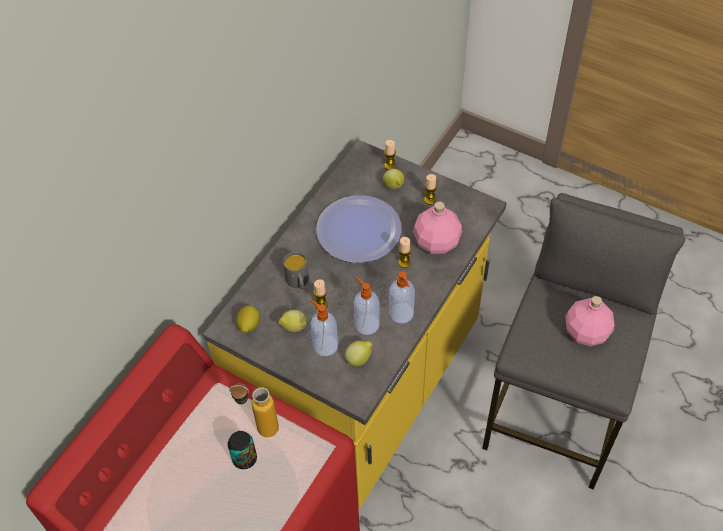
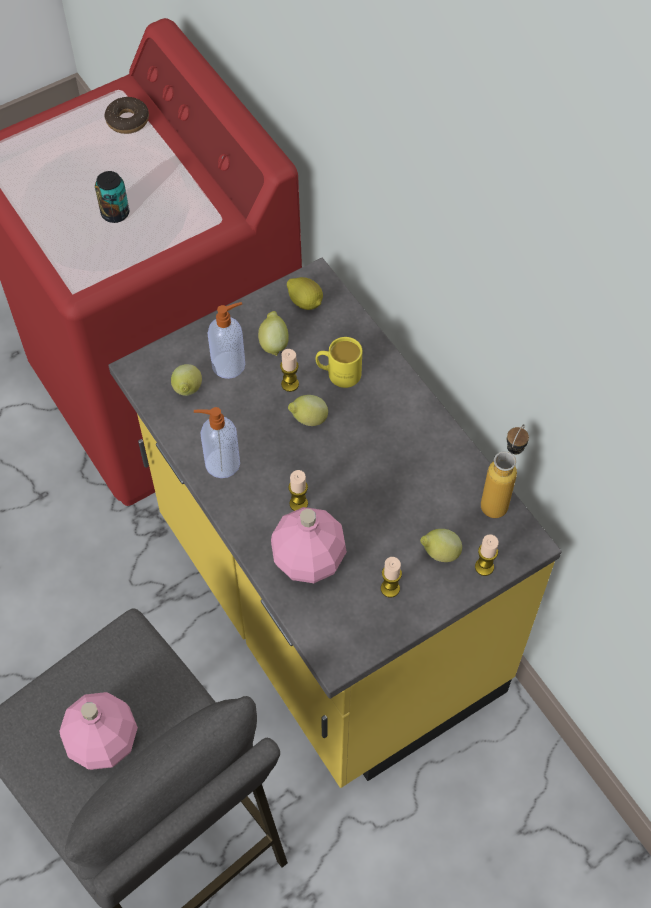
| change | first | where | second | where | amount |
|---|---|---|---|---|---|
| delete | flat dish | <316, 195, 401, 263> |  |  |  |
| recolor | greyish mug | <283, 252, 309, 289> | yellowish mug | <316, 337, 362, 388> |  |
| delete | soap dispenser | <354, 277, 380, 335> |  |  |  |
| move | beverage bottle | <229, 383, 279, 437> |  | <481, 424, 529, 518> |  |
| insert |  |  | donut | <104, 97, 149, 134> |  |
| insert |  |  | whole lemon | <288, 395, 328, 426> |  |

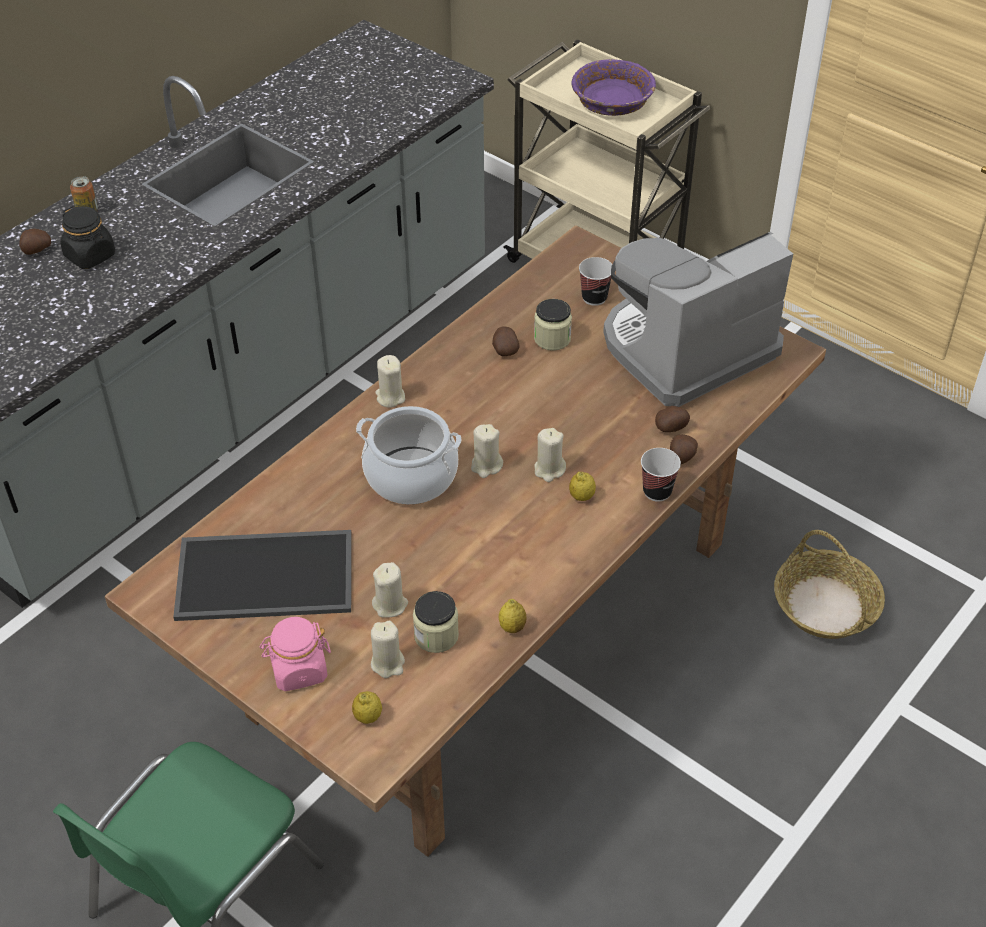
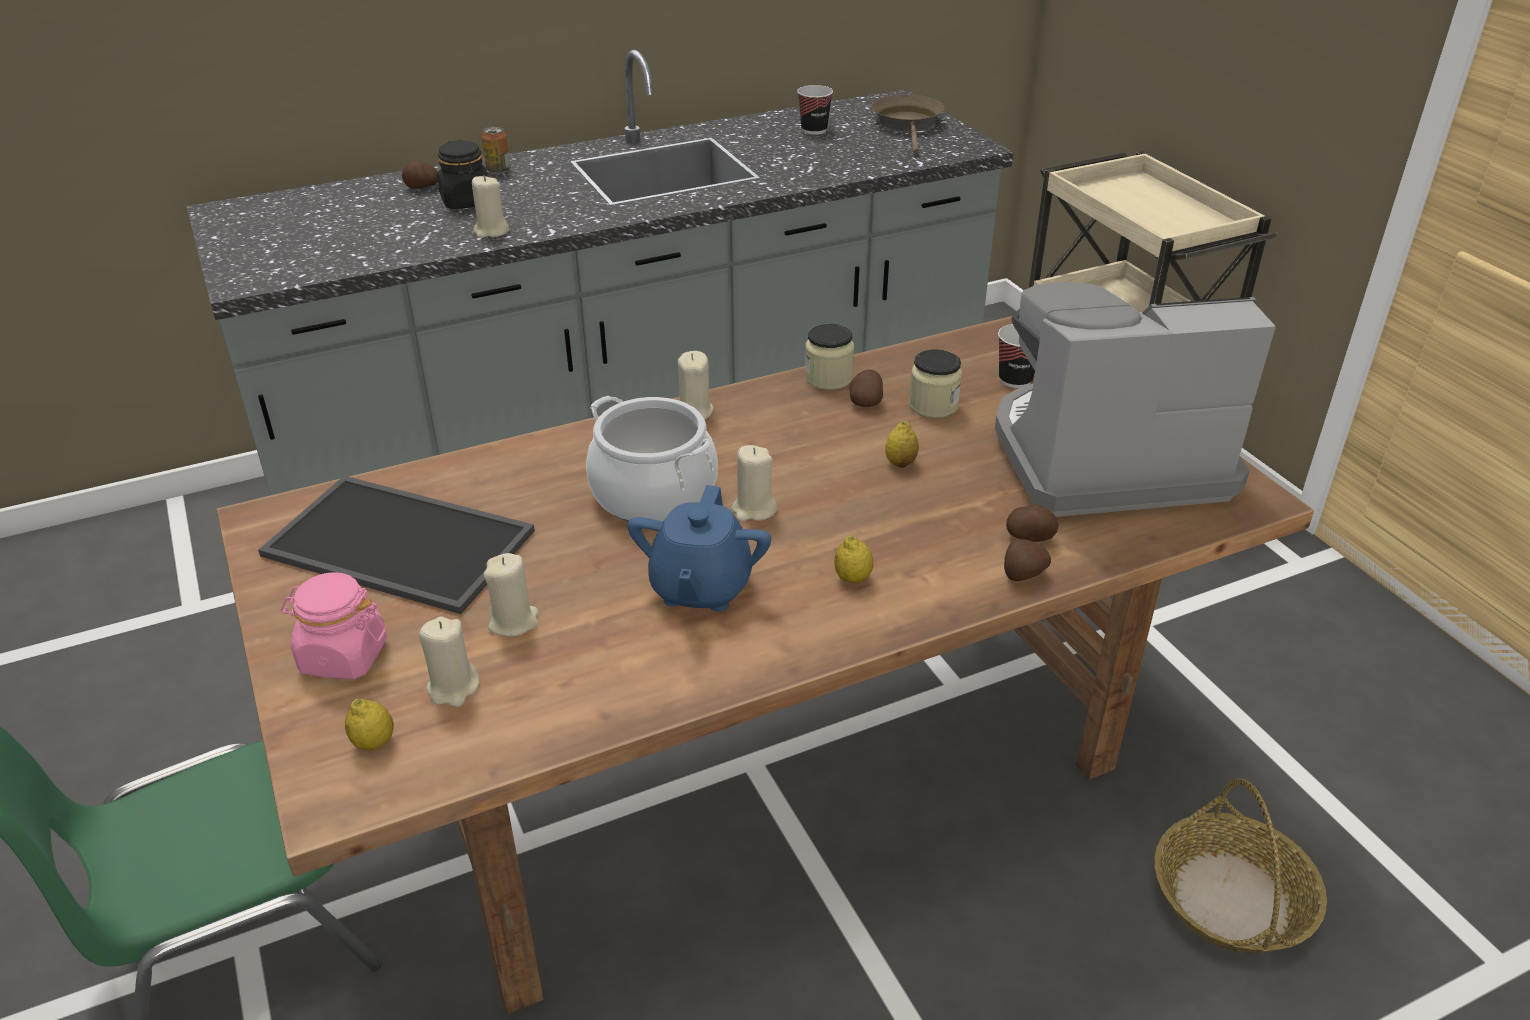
| change | first | where | second | where | amount |
|---|---|---|---|---|---|
| delete | purple bowl | <571, 59, 656, 116> |  |  |  |
| move | beige wax light | <535, 428, 566, 482> |  | <472, 175, 509, 238> |  |
| move | small cup | <641, 448, 681, 502> |  | <797, 85, 833, 134> |  |
| move | preserve jar | <413, 591, 459, 653> |  | <805, 324, 854, 390> |  |
| move | whole lemon | <499, 599, 527, 633> |  | <885, 421, 919, 468> |  |
| insert |  |  | brown pan | <871, 94, 944, 154> |  |
| insert |  |  | bluish tea pot | <627, 485, 771, 612> |  |

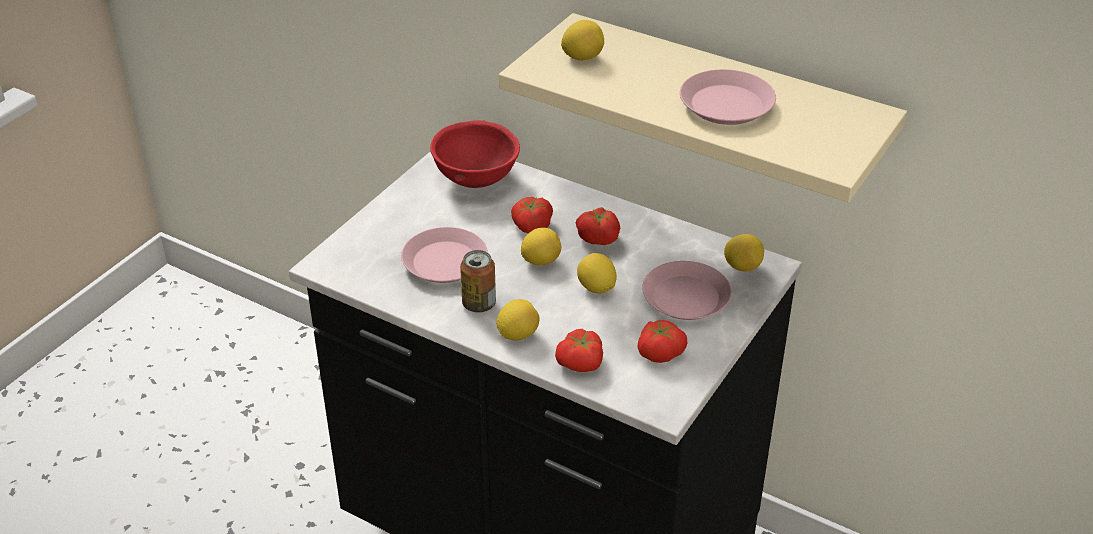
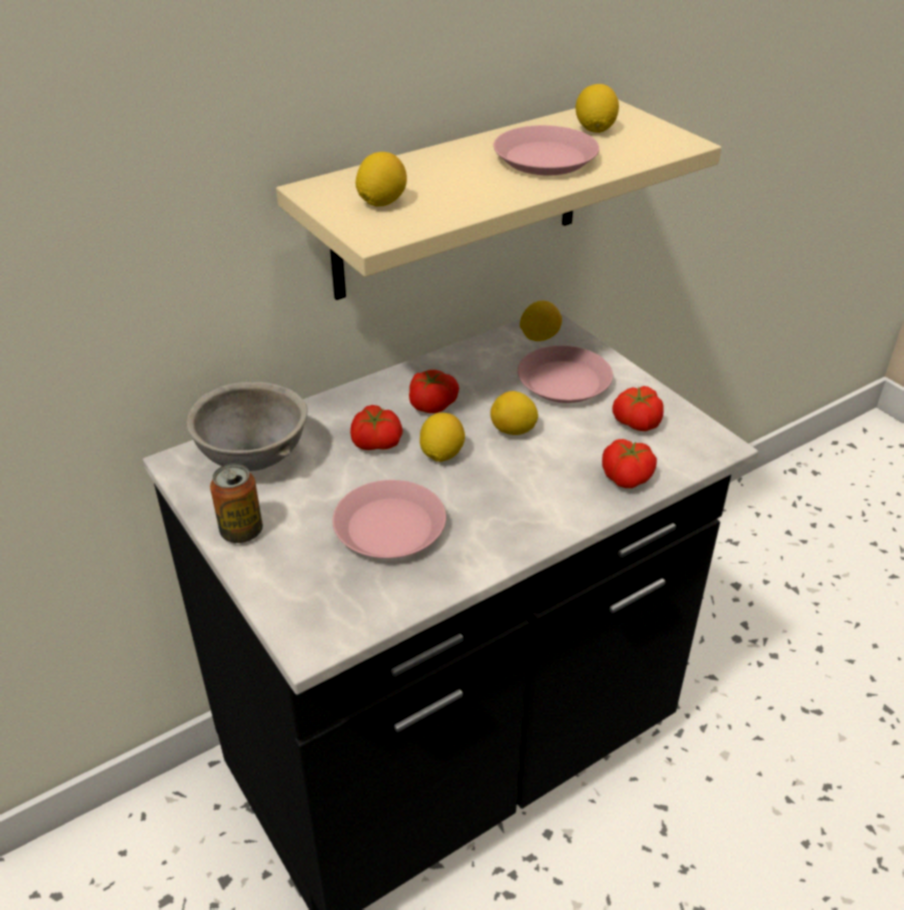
| change | first | where | second | where | amount |
|---|---|---|---|---|---|
| recolor | red bowl | <430, 120, 520, 188> | greyish bowl | <186, 382, 308, 471> |  |
| move | sealed can | <460, 250, 496, 313> |  | <210, 464, 263, 543> |  |
| move | whole lemon | <496, 299, 540, 341> |  | <576, 84, 619, 133> |  |

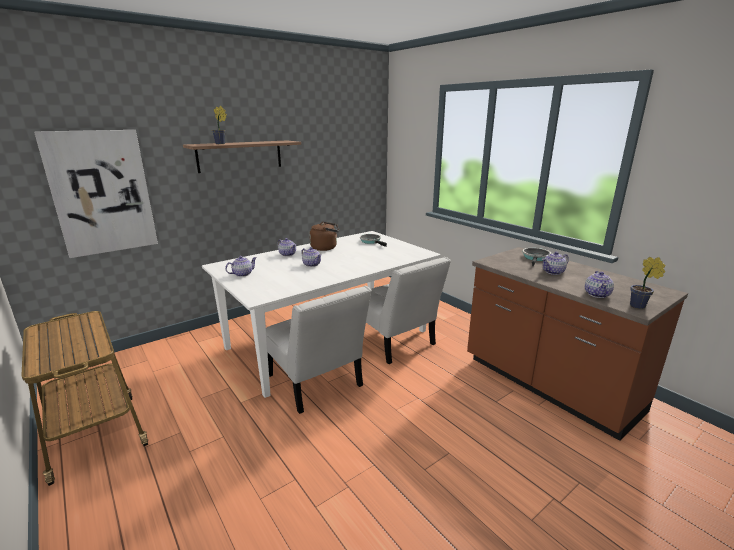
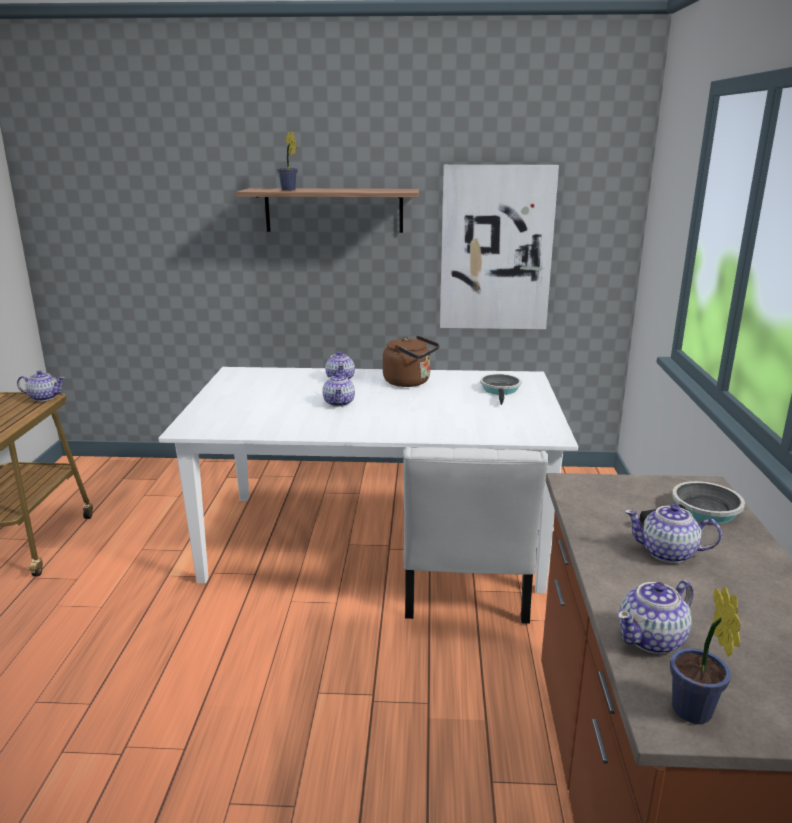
| change | first | where | second | where | amount |
|---|---|---|---|---|---|
| move | picture | <34, 130, 158, 258> |  | <440, 165, 559, 329> |  |
| move | tea pot | <225, 256, 257, 277> |  | <17, 370, 65, 401> |  |
| delete | white chair | <266, 286, 372, 414> |  |  |  |

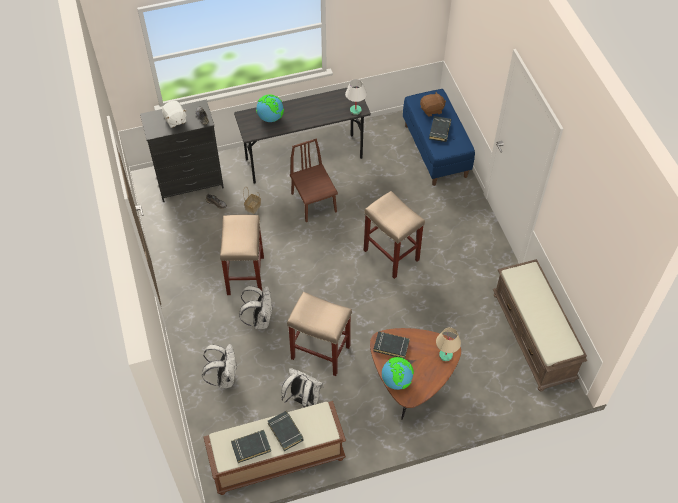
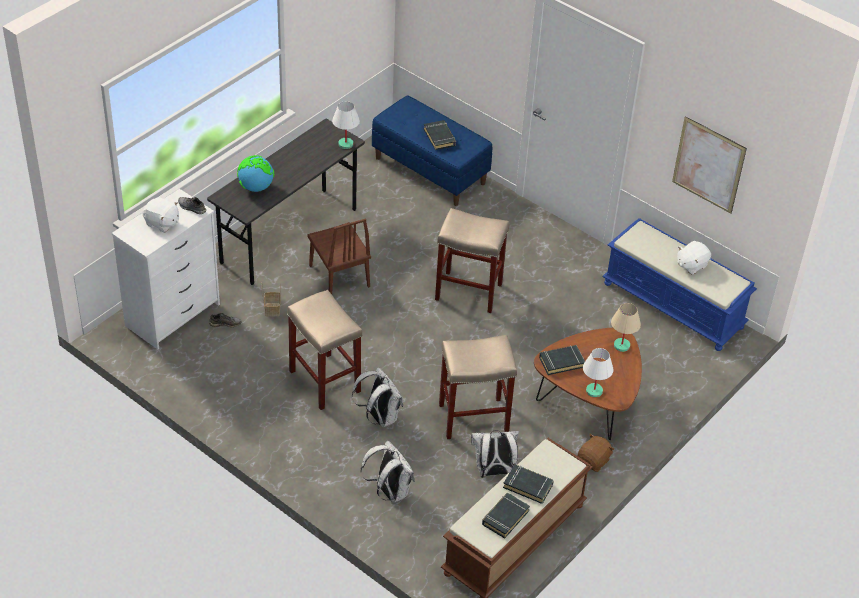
| change | first | where | second | where | amount |
|---|---|---|---|---|---|
| move | brown plush toy | <420, 92, 446, 117> |  | <578, 434, 615, 472> |  |
| recolor | black-coloured dresser | <140, 100, 224, 202> | white dresser | <112, 189, 220, 349> |  |
| rotate | brown chair | <290, 138, 338, 222> |  | <307, 219, 371, 294> | 150 degrees counterclockwise |
| recolor | brown bench | <493, 259, 587, 392> | bluish bench | <602, 218, 757, 351> |  |
| replace | desk globe | <382, 357, 414, 390> | white tabletop lamp | <583, 348, 613, 397> |  |
| insert |  |  | picture | <672, 116, 747, 214> |  |
| insert |  |  | white plush toy | <677, 241, 711, 275> |  |

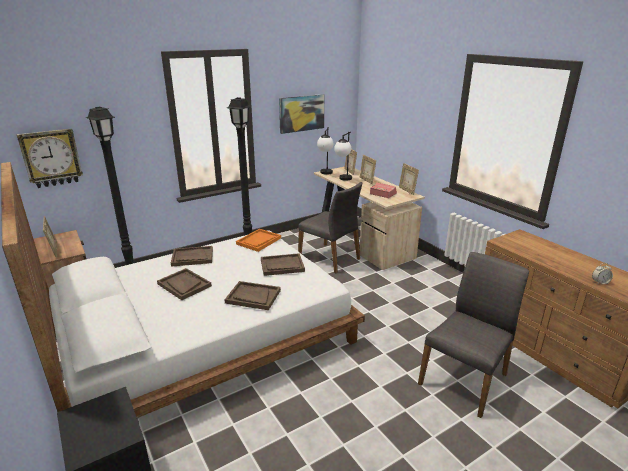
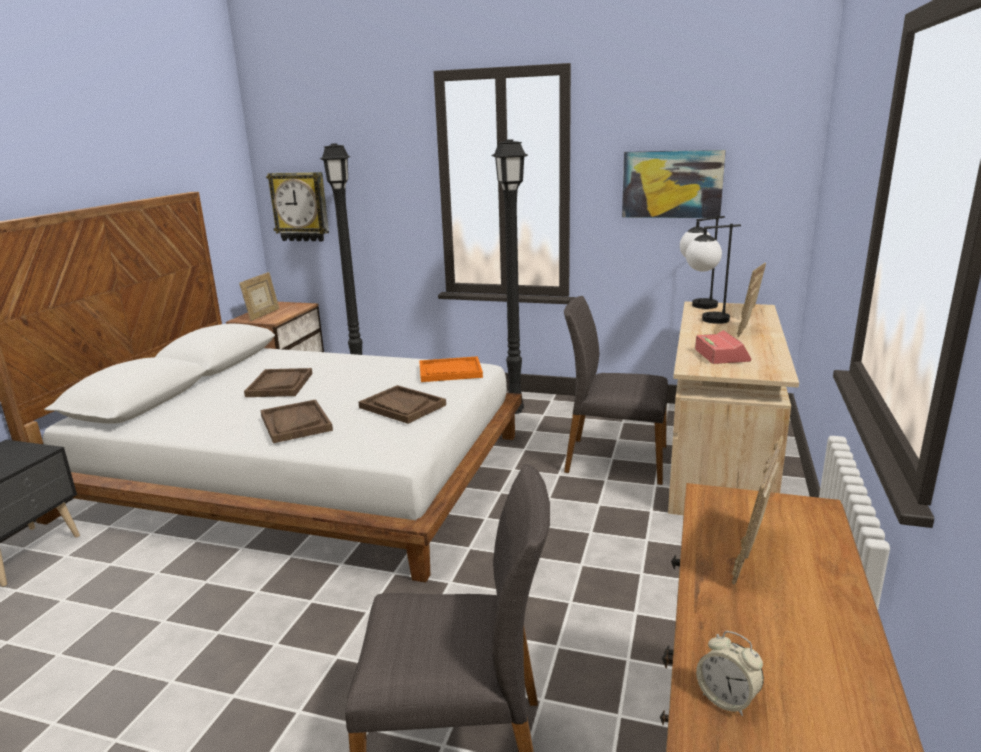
| change | first | where | second | where | amount |
|---|---|---|---|---|---|
| move | photo frame | <399, 163, 419, 195> |  | <732, 436, 783, 585> |  |
| rotate | greyish chair | <298, 182, 362, 273> |  | <564, 296, 668, 485> | 105 degrees clockwise |
| delete | brown serving tray | <171, 246, 213, 267> |  |  |  |

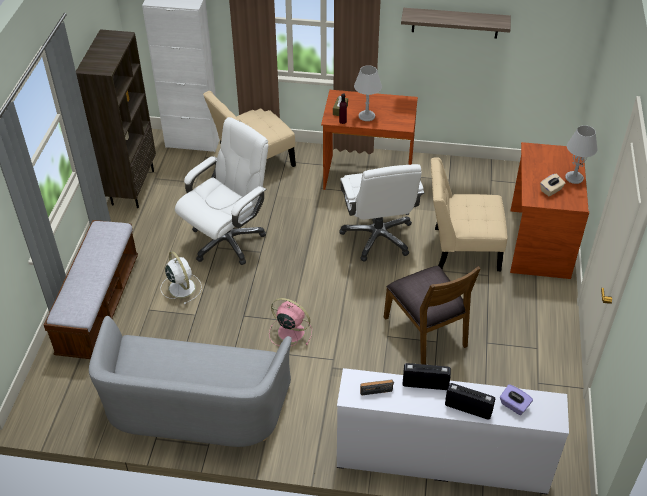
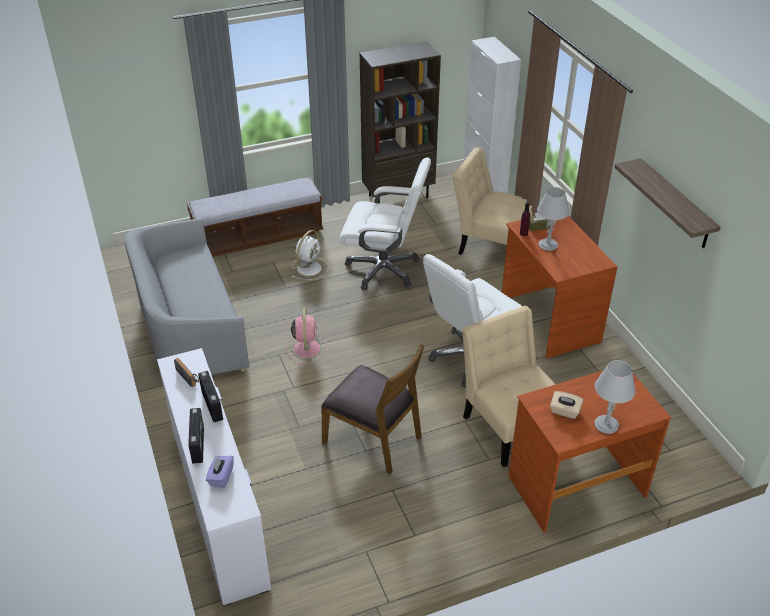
| change | first | where | second | where | amount |
|---|---|---|---|---|---|
| rotate | brown chair | <384, 266, 480, 365> |  | <321, 343, 425, 474> | 90 degrees counterclockwise |

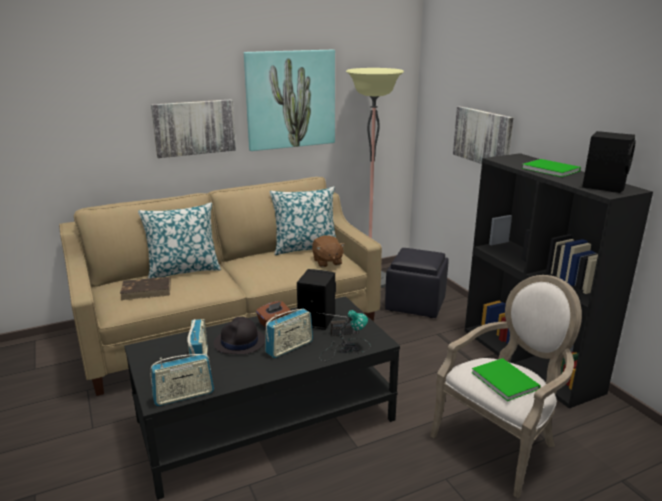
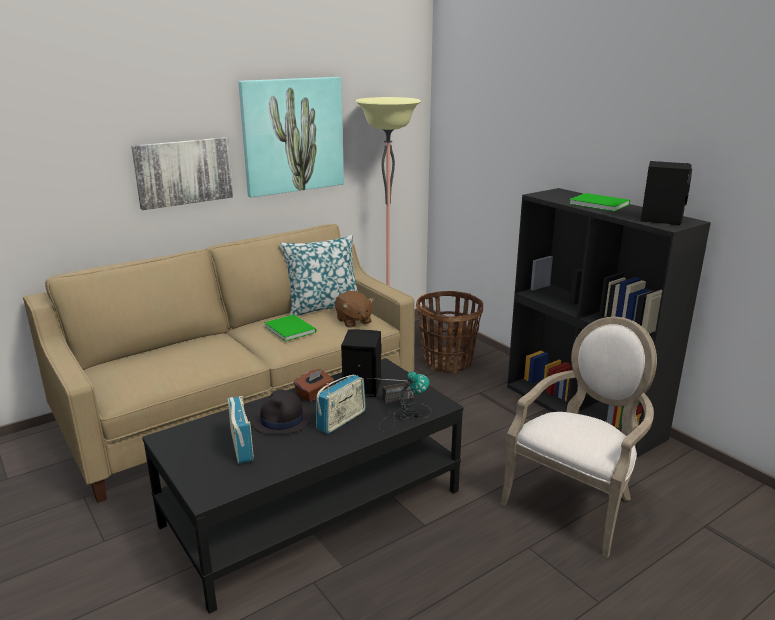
| change | first | where | second | where | amount |
|---|---|---|---|---|---|
| delete | picture | <453, 106, 513, 164> |  |  |  |
| delete | throw pillow | <138, 202, 221, 278> |  |  |  |
| replace | black-coloured pouffe | <385, 248, 449, 318> | storage basket | <416, 291, 483, 373> |  |
| delete | brown volume | <120, 276, 171, 300> |  |  |  |
| delete | radio receiver | <150, 354, 214, 406> |  |  |  |
| move | green-coloured volume | <472, 358, 541, 401> |  | <264, 315, 317, 341> |  |

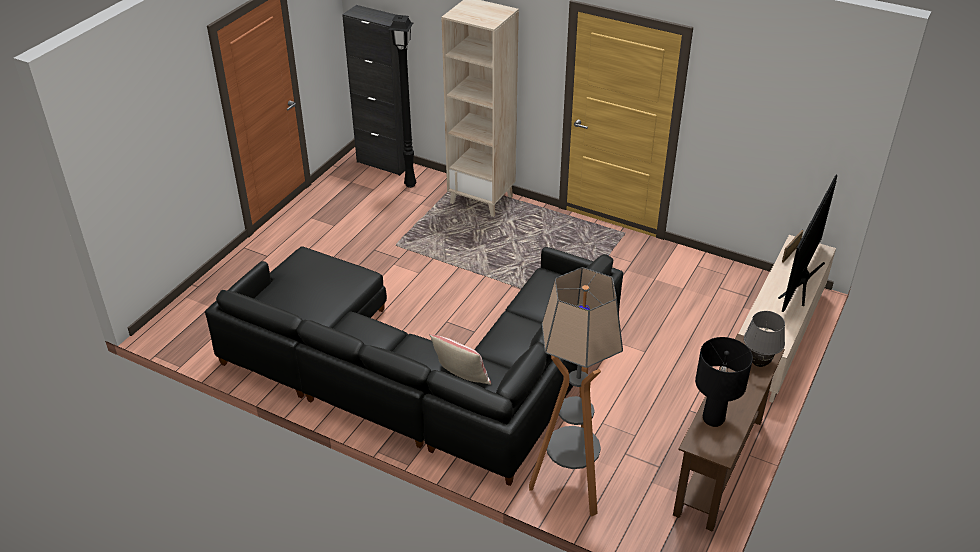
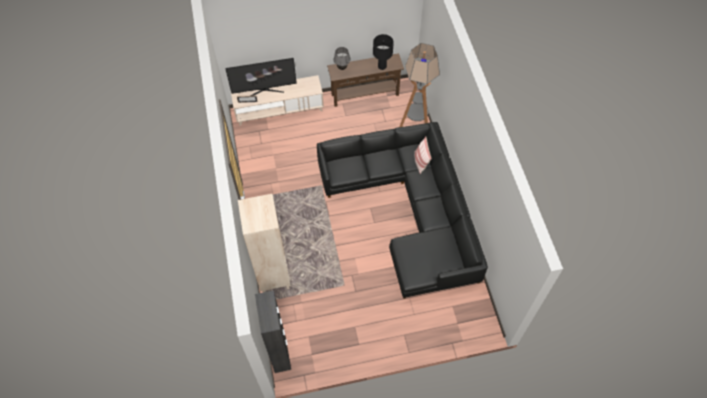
| change | first | where | second | where | amount |
|---|---|---|---|---|---|
| delete | black-coloured standing lamp | <388, 15, 416, 188> |  |  |  |

